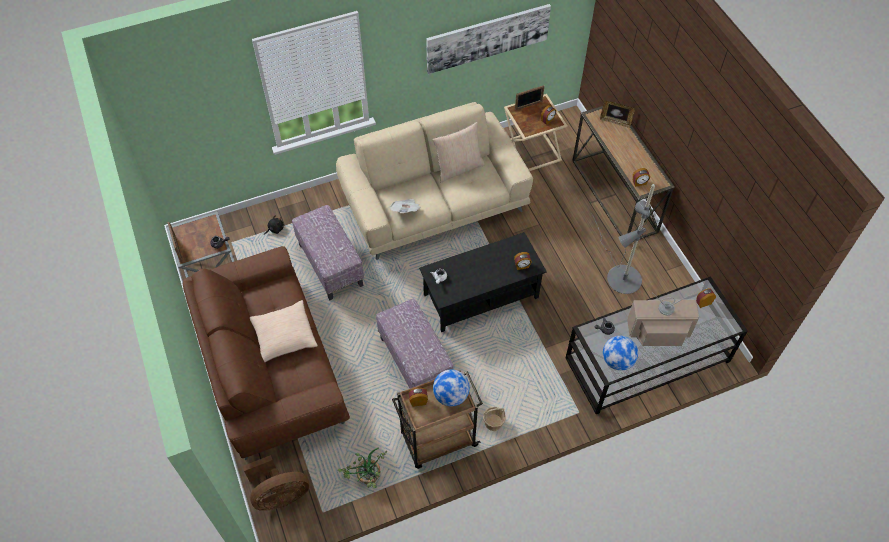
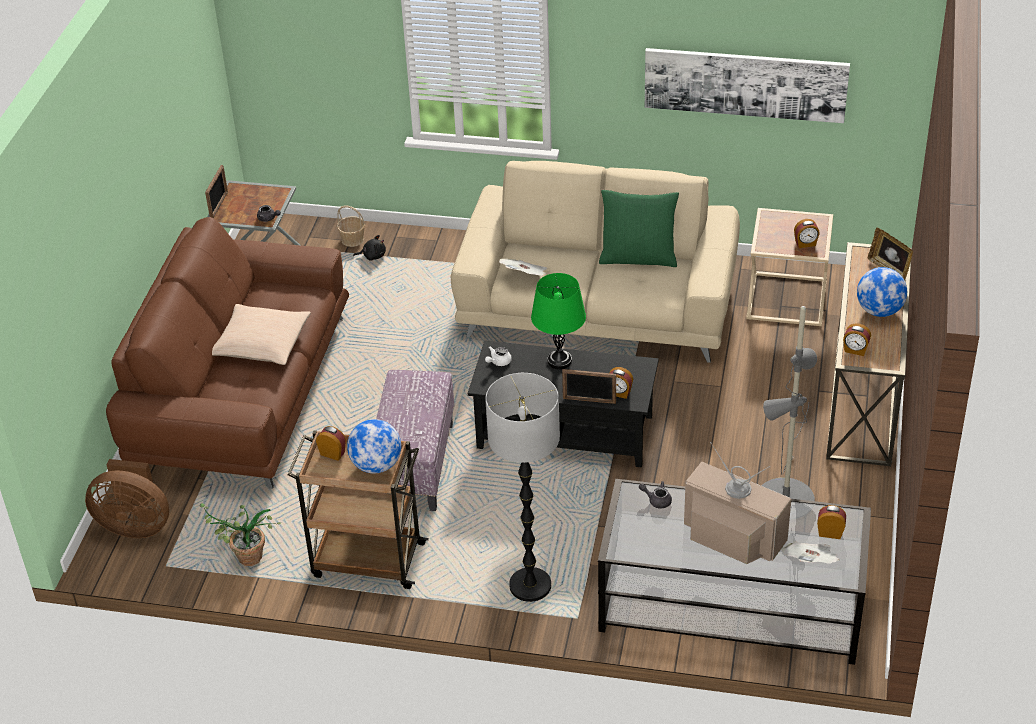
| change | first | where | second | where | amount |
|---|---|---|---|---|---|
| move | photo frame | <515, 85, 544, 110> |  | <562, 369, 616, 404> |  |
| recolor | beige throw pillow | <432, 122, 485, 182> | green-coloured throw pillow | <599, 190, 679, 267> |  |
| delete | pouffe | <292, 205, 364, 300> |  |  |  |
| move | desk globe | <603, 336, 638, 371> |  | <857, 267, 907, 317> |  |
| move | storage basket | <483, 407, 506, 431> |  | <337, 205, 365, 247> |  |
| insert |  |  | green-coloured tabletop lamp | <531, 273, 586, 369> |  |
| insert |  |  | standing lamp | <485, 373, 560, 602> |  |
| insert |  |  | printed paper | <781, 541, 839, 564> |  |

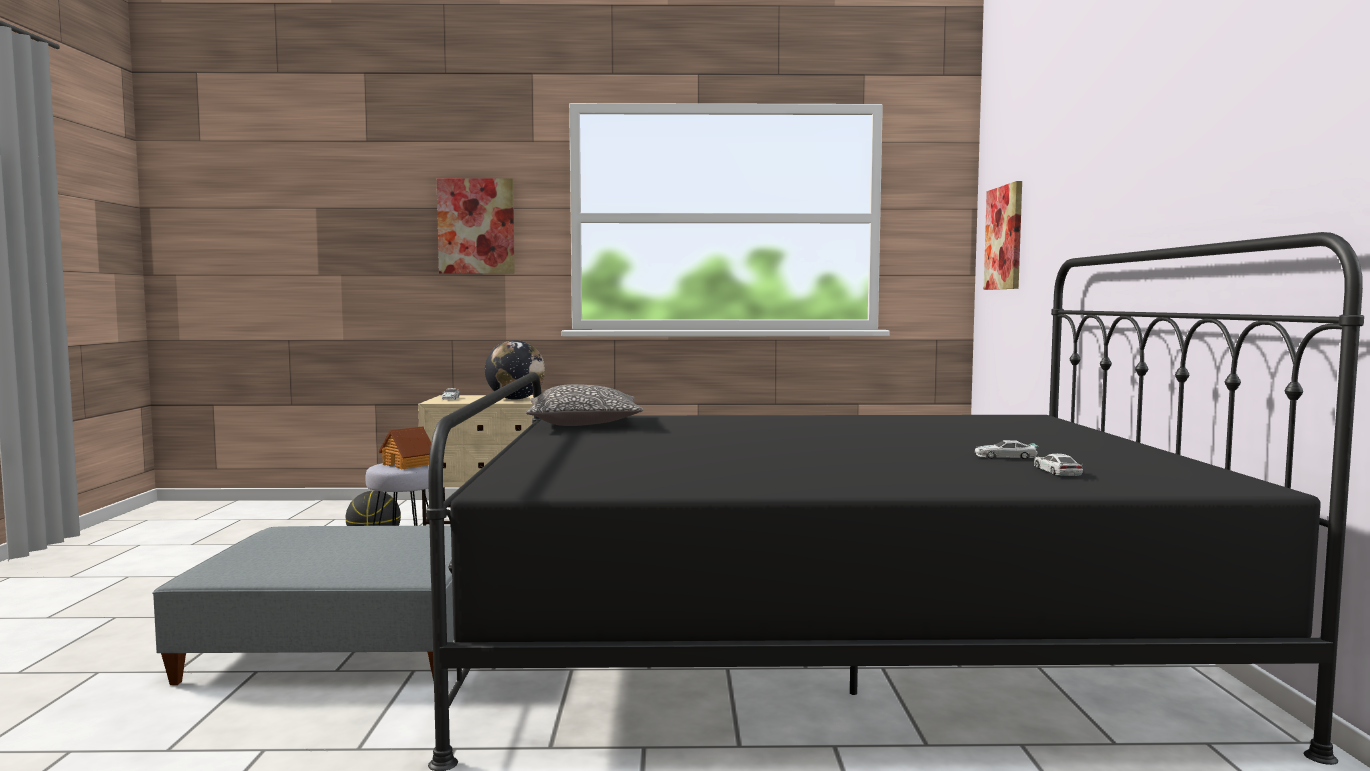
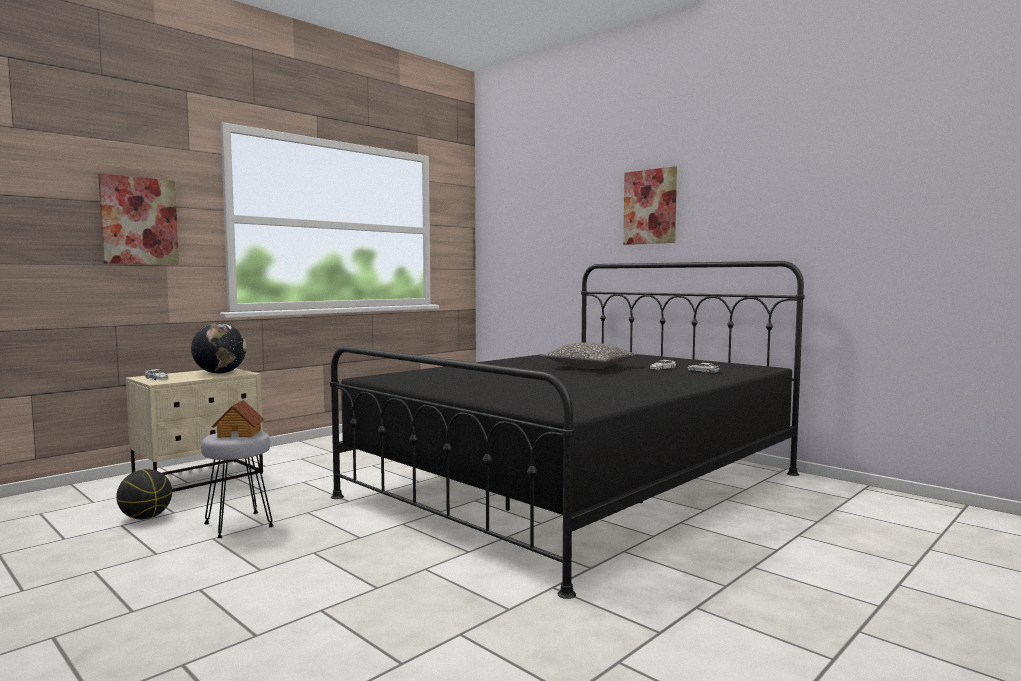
| change | first | where | second | where | amount |
|---|---|---|---|---|---|
| move | picture | <984, 181, 1022, 290> |  | <623, 166, 677, 245> |  |
| move | throw pillow | <526, 384, 644, 426> |  | <540, 343, 637, 369> |  |
| delete | greyish pouffe | <152, 526, 454, 685> |  |  |  |

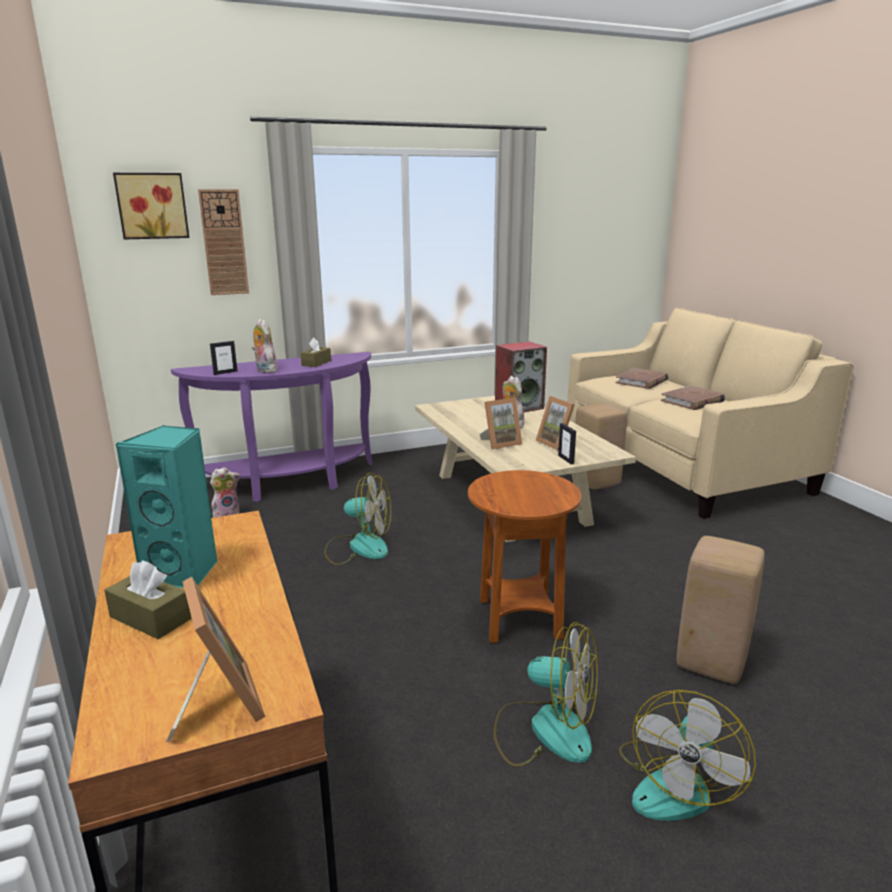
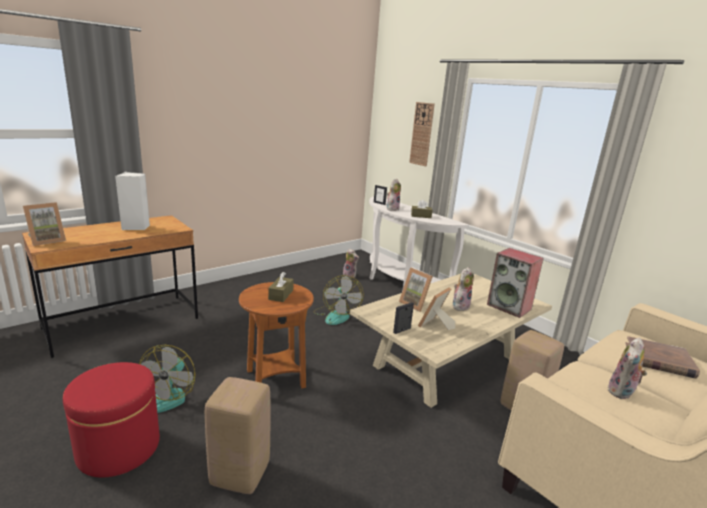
| change | first | where | second | where | amount |
|---|---|---|---|---|---|
| delete | picture | <113, 173, 189, 240> |  |  |  |
| recolor | purple console table | <171, 352, 373, 502> | white console table | <369, 196, 469, 291> |  |
| replace | brown volume | <661, 386, 725, 410> | plush toy | <608, 337, 647, 399> |  |
| recolor | turquoise-coloured speaker | <115, 425, 218, 588> | white speaker | <115, 172, 150, 230> |  |
| move | brown box of tissues | <104, 560, 191, 639> |  | <268, 272, 294, 302> |  |
| replace | cooling fan | <619, 690, 756, 821> | red pouffe | <63, 362, 160, 477> |  |

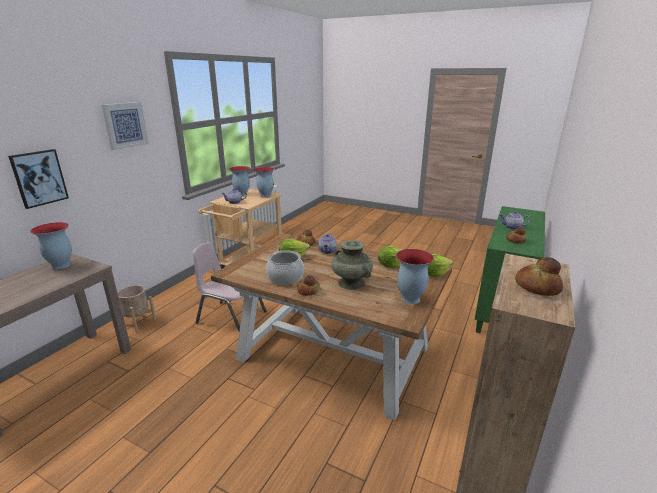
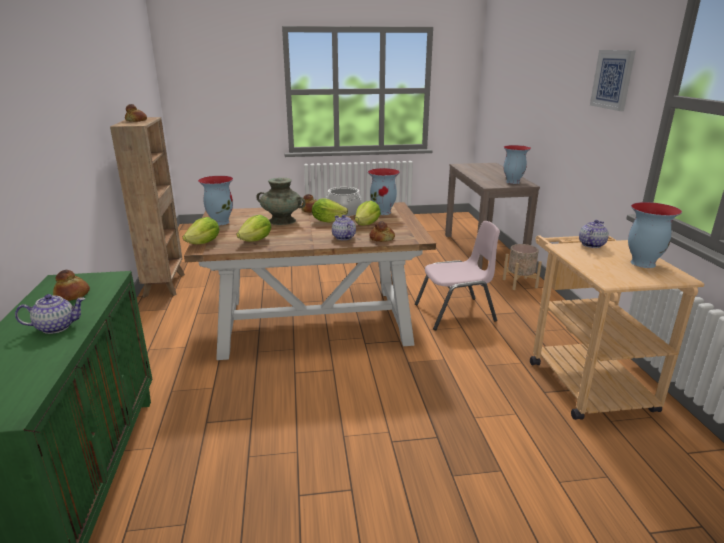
| change | first | where | second | where | amount |
|---|---|---|---|---|---|
| delete | picture | <8, 149, 69, 209> |  |  |  |
| move | decorative vase | <254, 167, 275, 197> |  | <368, 168, 400, 215> |  |
| insert |  |  | head of lettuce | <312, 198, 348, 223> |  |

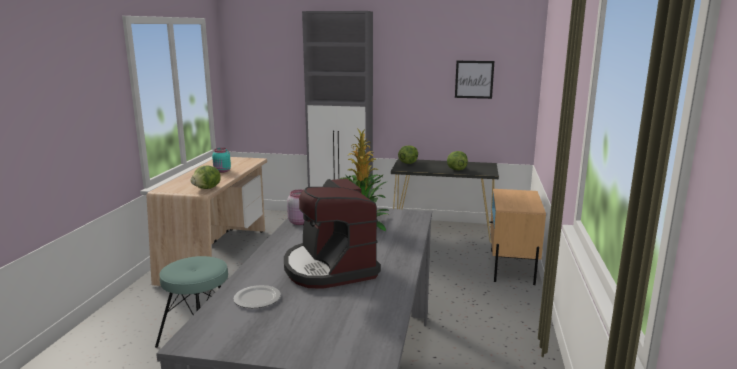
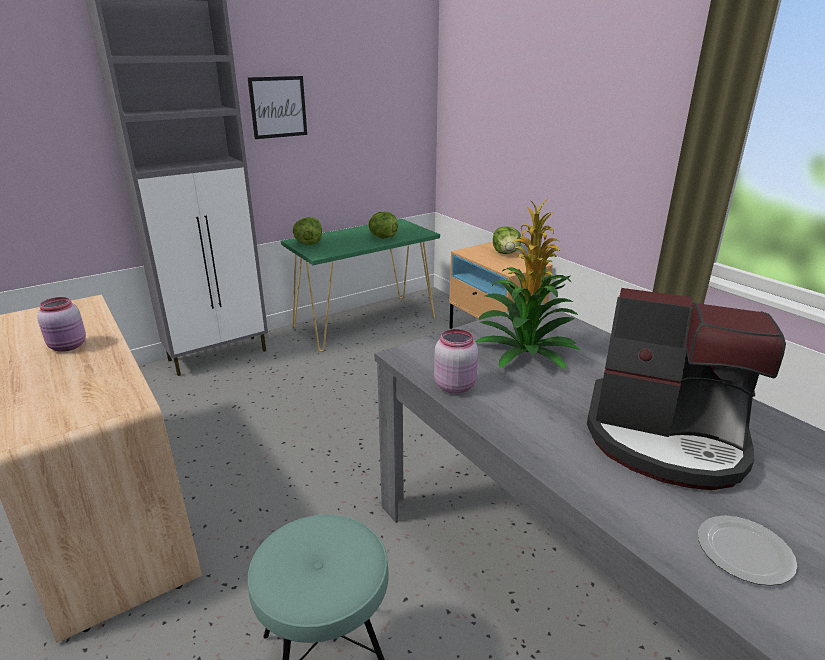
| change | first | where | second | where | amount |
|---|---|---|---|---|---|
| move | picture | <455, 61, 494, 99> |  | <248, 76, 307, 139> |  |
| recolor | turquoise-coloured preserve jar | <212, 148, 231, 173> | pinkish preserve jar | <37, 297, 86, 352> |  |
| recolor | black-coloured console table | <391, 159, 499, 243> | green-coloured console table | <281, 218, 440, 352> |  |
| move | head of lettuce | <191, 166, 221, 189> |  | <493, 226, 521, 254> |  |

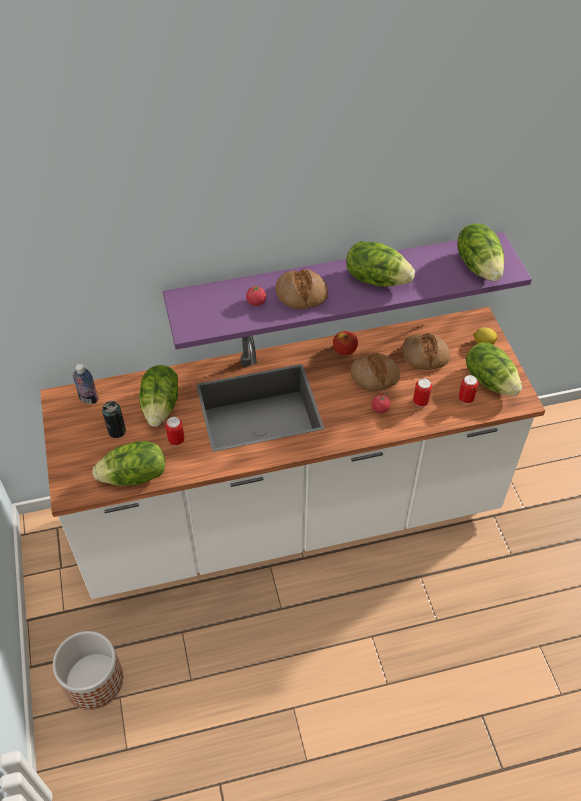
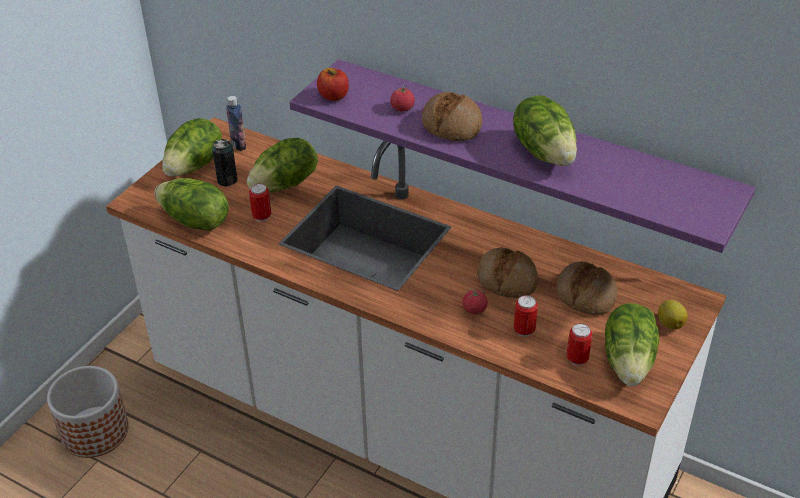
| change | first | where | second | where | amount |
|---|---|---|---|---|---|
| move | head of lettuce | <457, 224, 504, 281> |  | <162, 118, 222, 177> |  |
| move | whole apple | <333, 331, 358, 355> |  | <317, 68, 349, 101> |  |

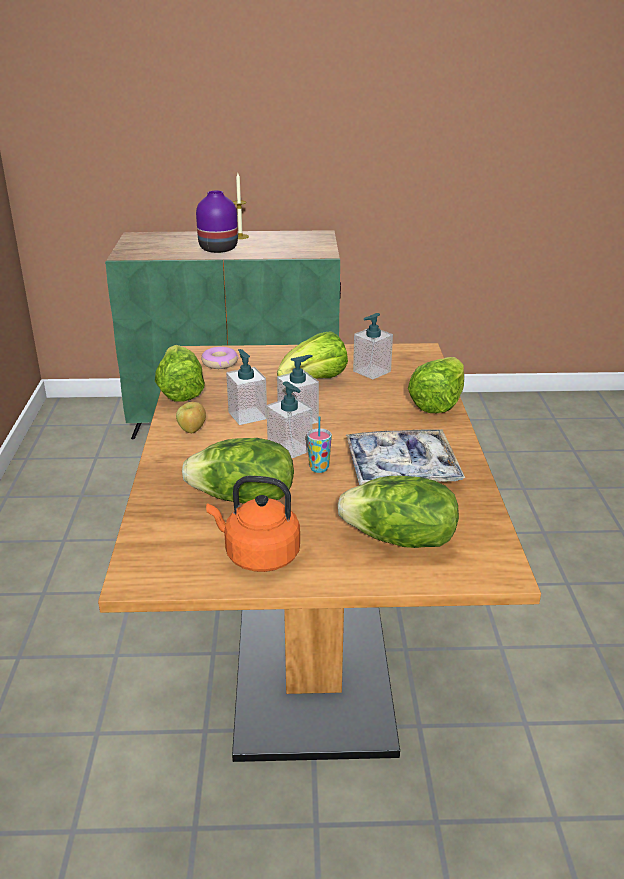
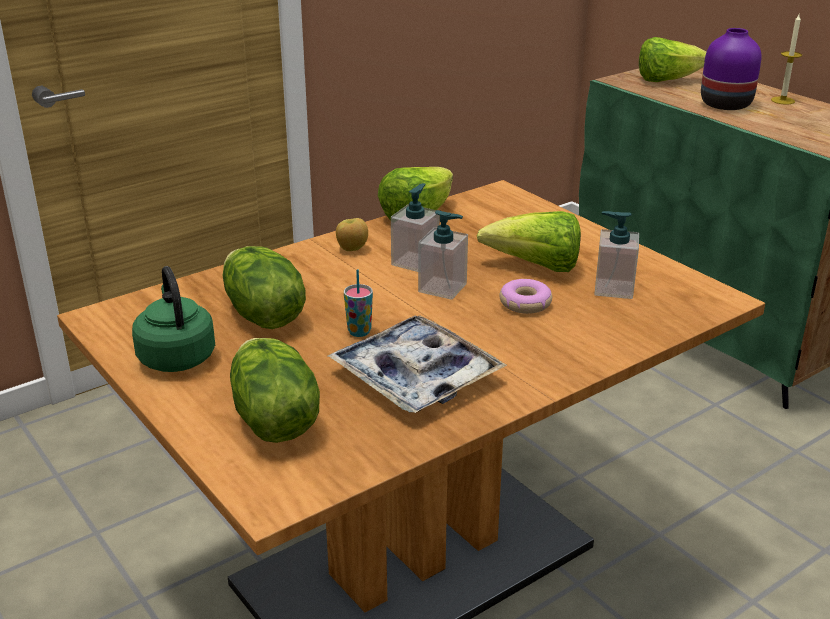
| change | first | where | second | where | amount |
|---|---|---|---|---|---|
| move | donut | <201, 347, 238, 369> |  | <500, 279, 552, 314> |  |
| move | head of lettuce | <408, 357, 464, 413> |  | <639, 37, 707, 82> |  |
| delete | soap dispenser | <267, 381, 312, 458> |  |  |  |
| recolor | orangey kettle | <206, 476, 300, 572> | green-coloured kettle | <132, 266, 215, 372> |  |

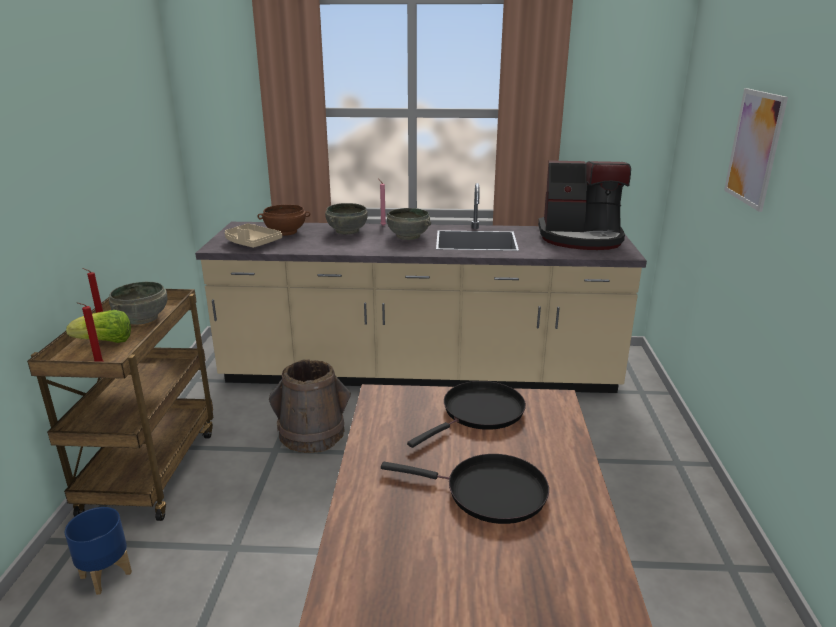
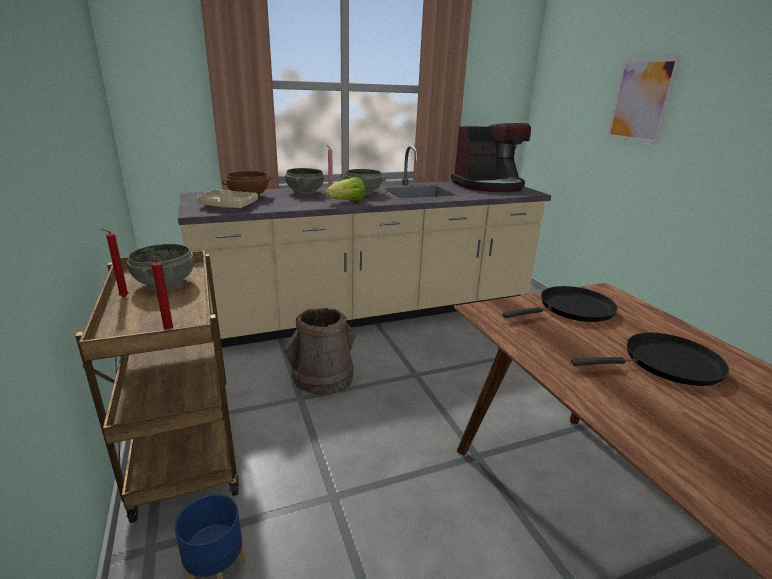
| change | first | where | second | where | amount |
|---|---|---|---|---|---|
| move | head of lettuce | <66, 310, 131, 343> |  | <326, 177, 366, 201> |  |
| rotate | black-coloured pan | <407, 381, 526, 448> |  | <502, 286, 618, 322> | 45 degrees clockwise |

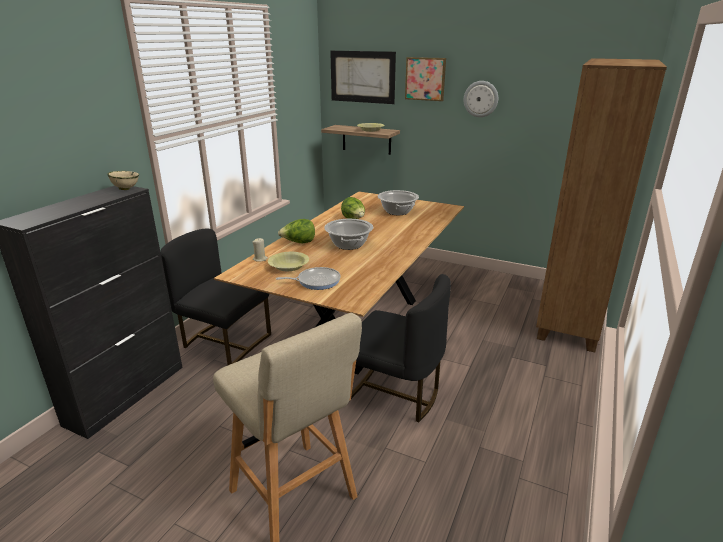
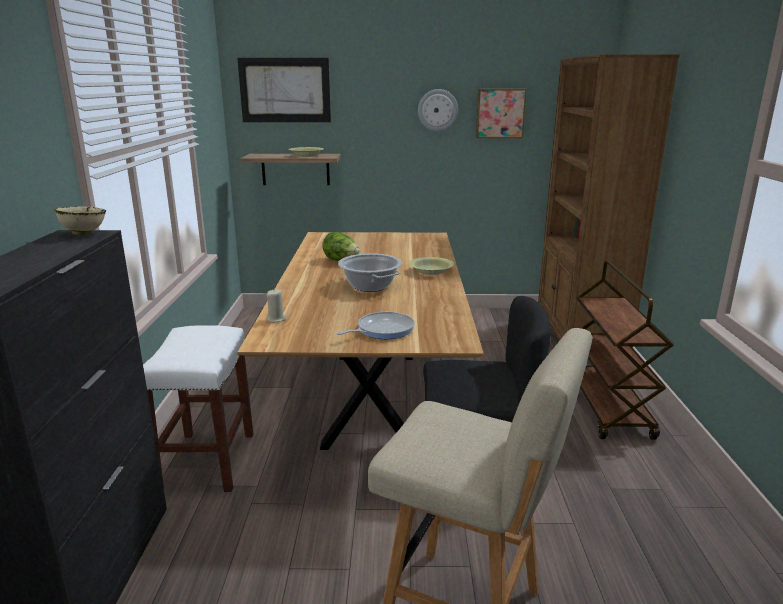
| change | first | where | second | where | amount |
|---|---|---|---|---|---|
| move | picture | <405, 57, 446, 101> |  | <476, 89, 527, 138> |  |
| delete | stockpot | <378, 190, 419, 215> |  |  |  |
| delete | head of lettuce | <278, 219, 315, 243> |  |  |  |
| replace | black-coloured chair | <161, 229, 271, 365> | white stool | <143, 325, 253, 492> |  |
| move | yellowish bowl | <268, 252, 309, 271> |  | <409, 257, 454, 275> |  |
| insert |  |  | brown trolley | <577, 261, 674, 440> |  |

